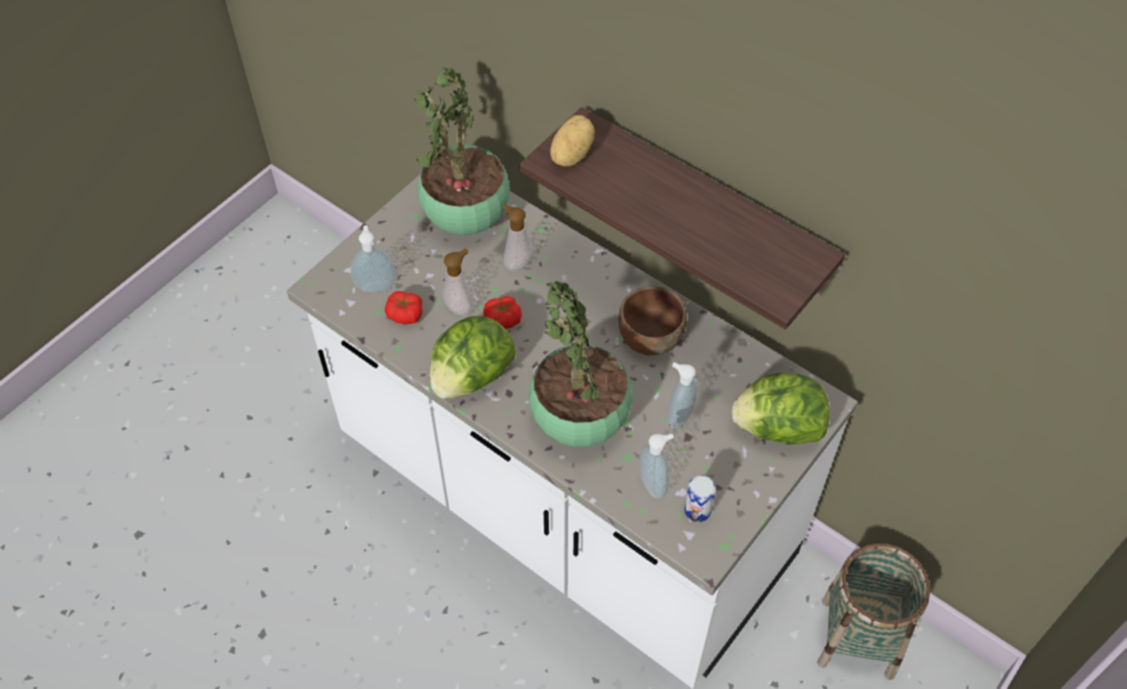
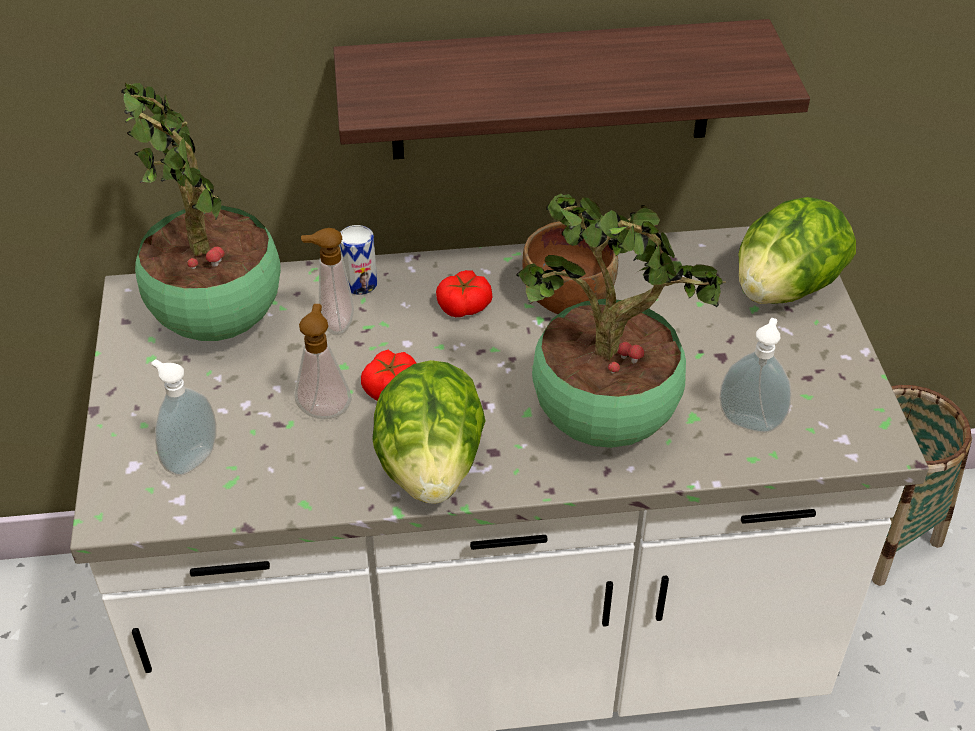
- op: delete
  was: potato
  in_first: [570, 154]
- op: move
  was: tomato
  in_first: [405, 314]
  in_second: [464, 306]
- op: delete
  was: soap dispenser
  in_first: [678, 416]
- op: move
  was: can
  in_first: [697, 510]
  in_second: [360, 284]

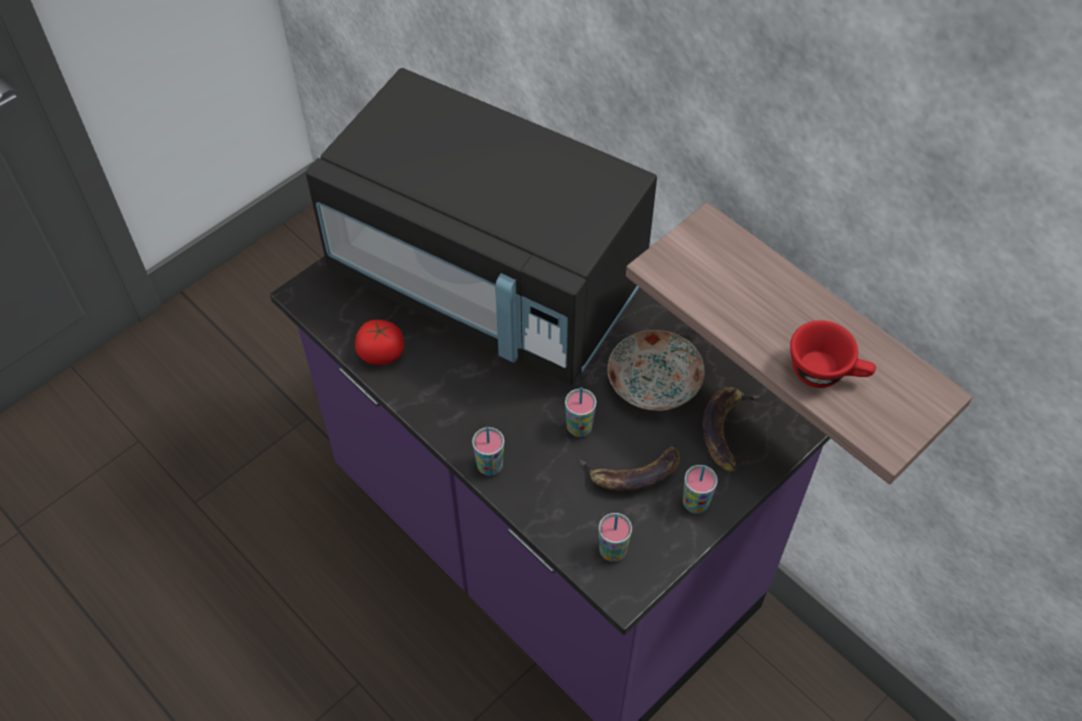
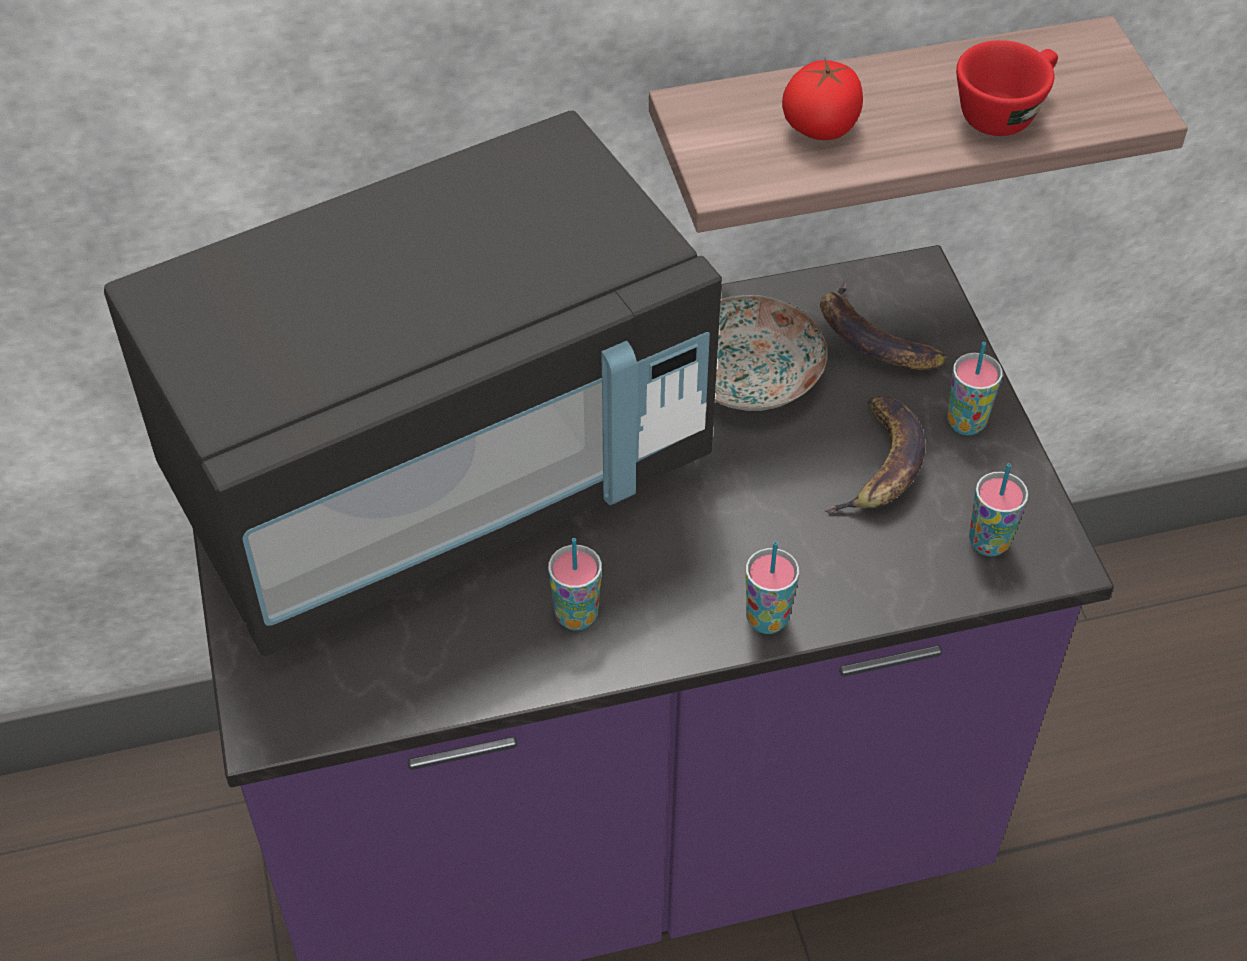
- op: move
  was: tomato
  in_first: [381, 353]
  in_second: [820, 126]
- op: move
  was: cup
  in_first: [579, 428]
  in_second: [576, 616]

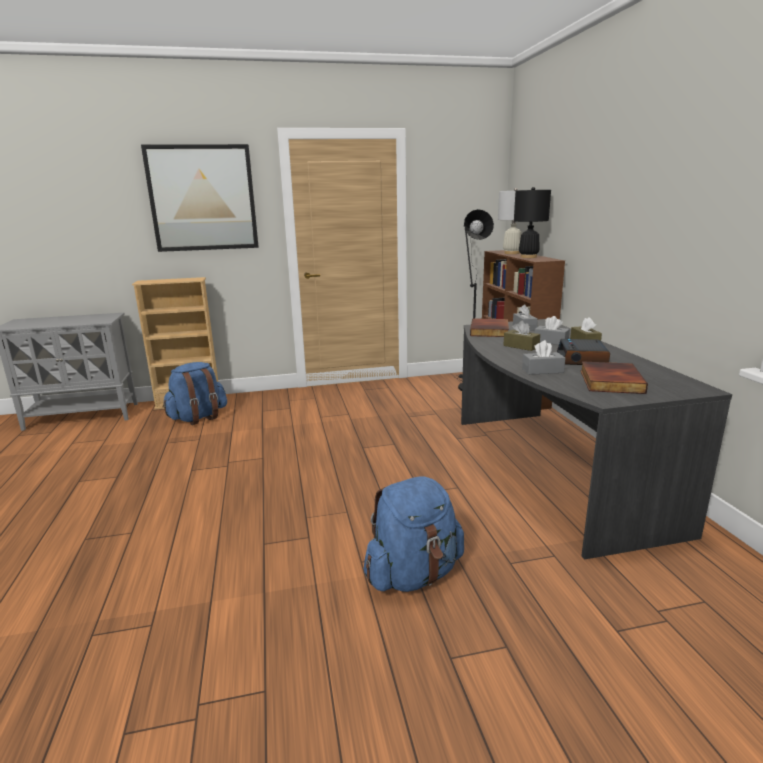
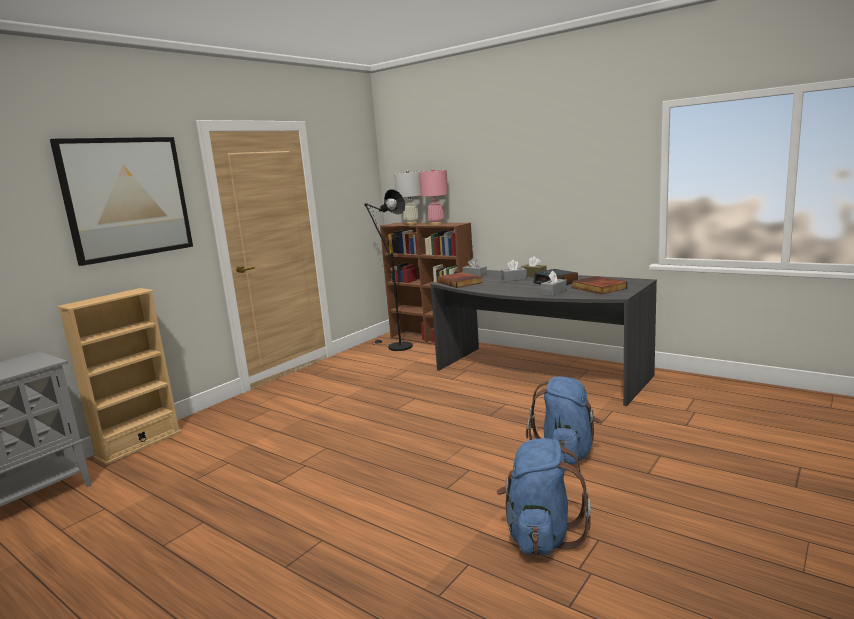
- op: recolor
  was: black table lamp
  now: pink table lamp
  in_first: [528, 257]
  in_second: [436, 224]
- op: delete
  was: brown tissue box
  in_first: [521, 346]
- op: move
  was: blue backpack
  in_first: [198, 417]
  in_second: [541, 535]

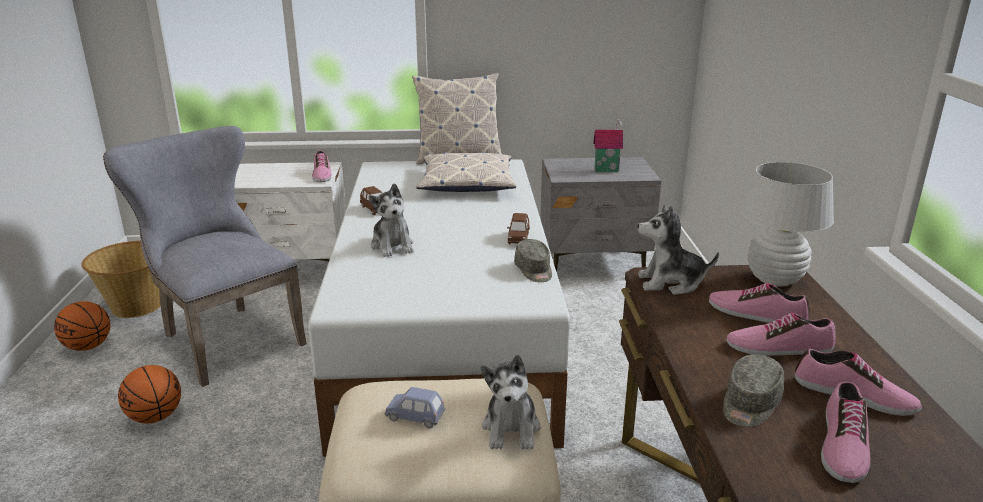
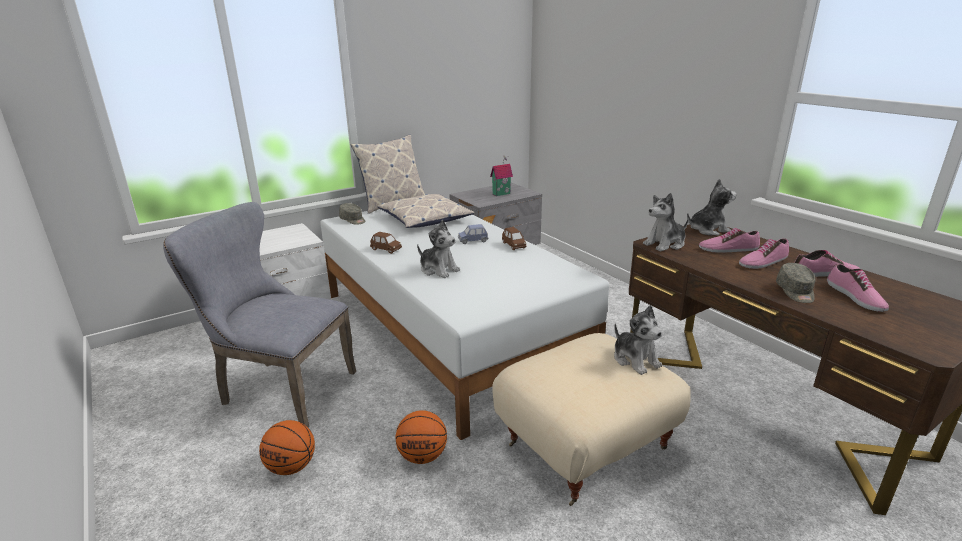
- op: delete
  was: shoe
  in_first: [321, 174]
- op: replace
  was: white table lamp
  now: plush toy
  in_first: [774, 279]
  in_second: [707, 230]
- op: move
  was: grey cap
  in_first: [534, 271]
  in_second: [353, 220]
- op: delete
  was: basket
  in_first: [137, 306]
- op: move
  was: basketball
  in_first: [88, 347]
  in_second: [422, 456]
- op: move
  was: blue toy car
  in_first: [415, 417]
  in_second: [473, 241]

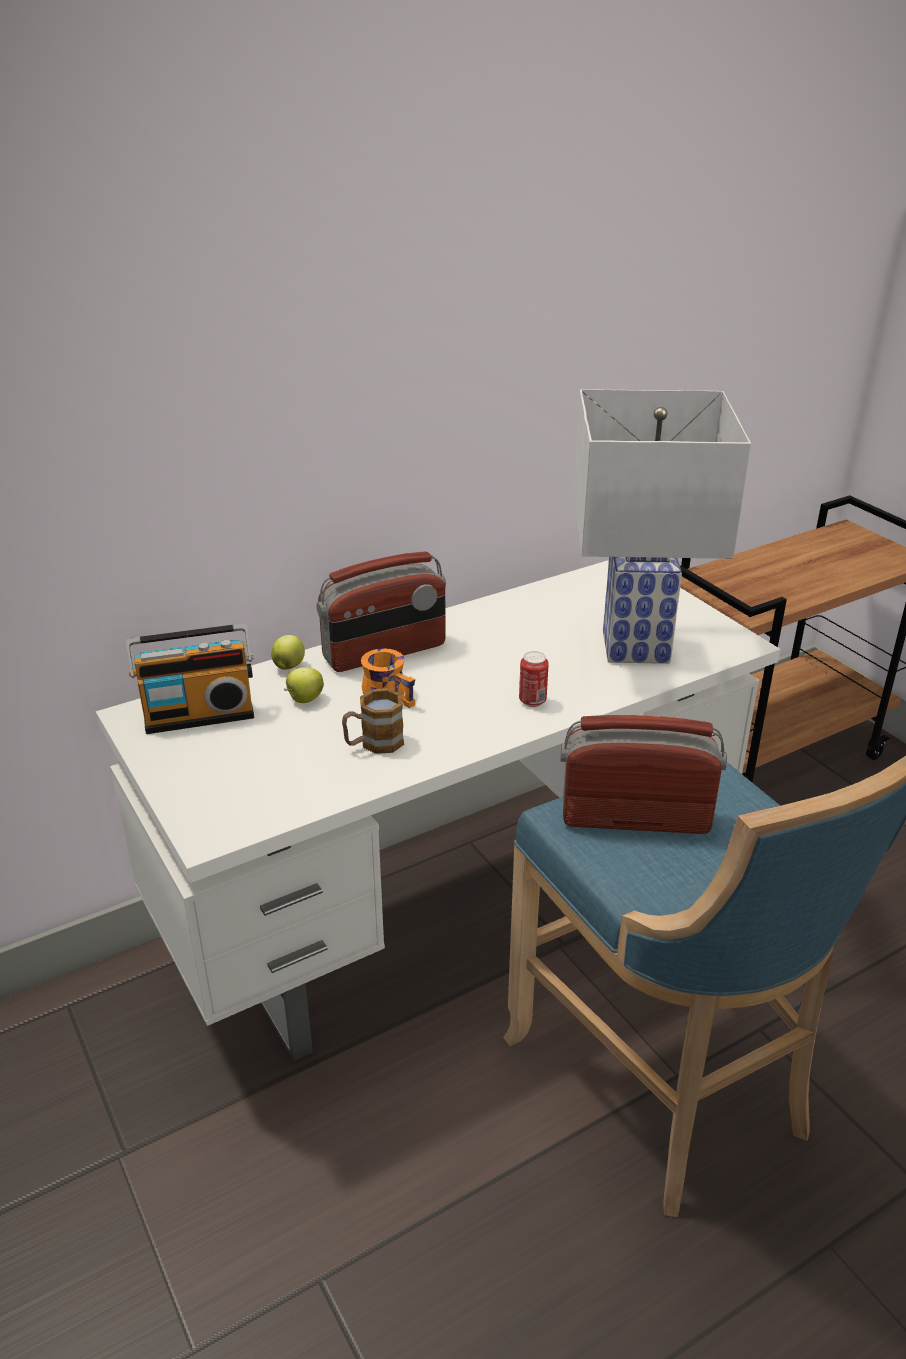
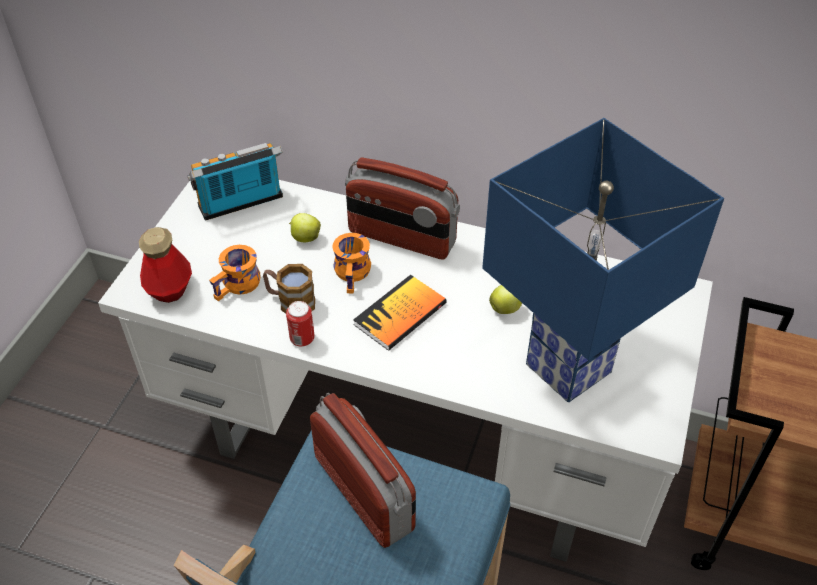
- op: recolor
  was: white table lamp
  now: blue table lamp
  in_first: [637, 648]
  in_second: [568, 370]
- op: rotate
  was: radio
  in_first: [199, 714]
  in_second: [242, 204]
  clockwise: 120
- op: move
  was: apple
  in_first: [289, 666]
  in_second: [505, 308]
- op: move
  was: can
  in_first: [532, 701]
  in_second: [302, 339]
- op: insert
  now: bottle
  in_second: [170, 289]
- op: insert
  now: orange mug
  in_second: [239, 286]
- op: insert
  now: book
  in_second: [400, 314]

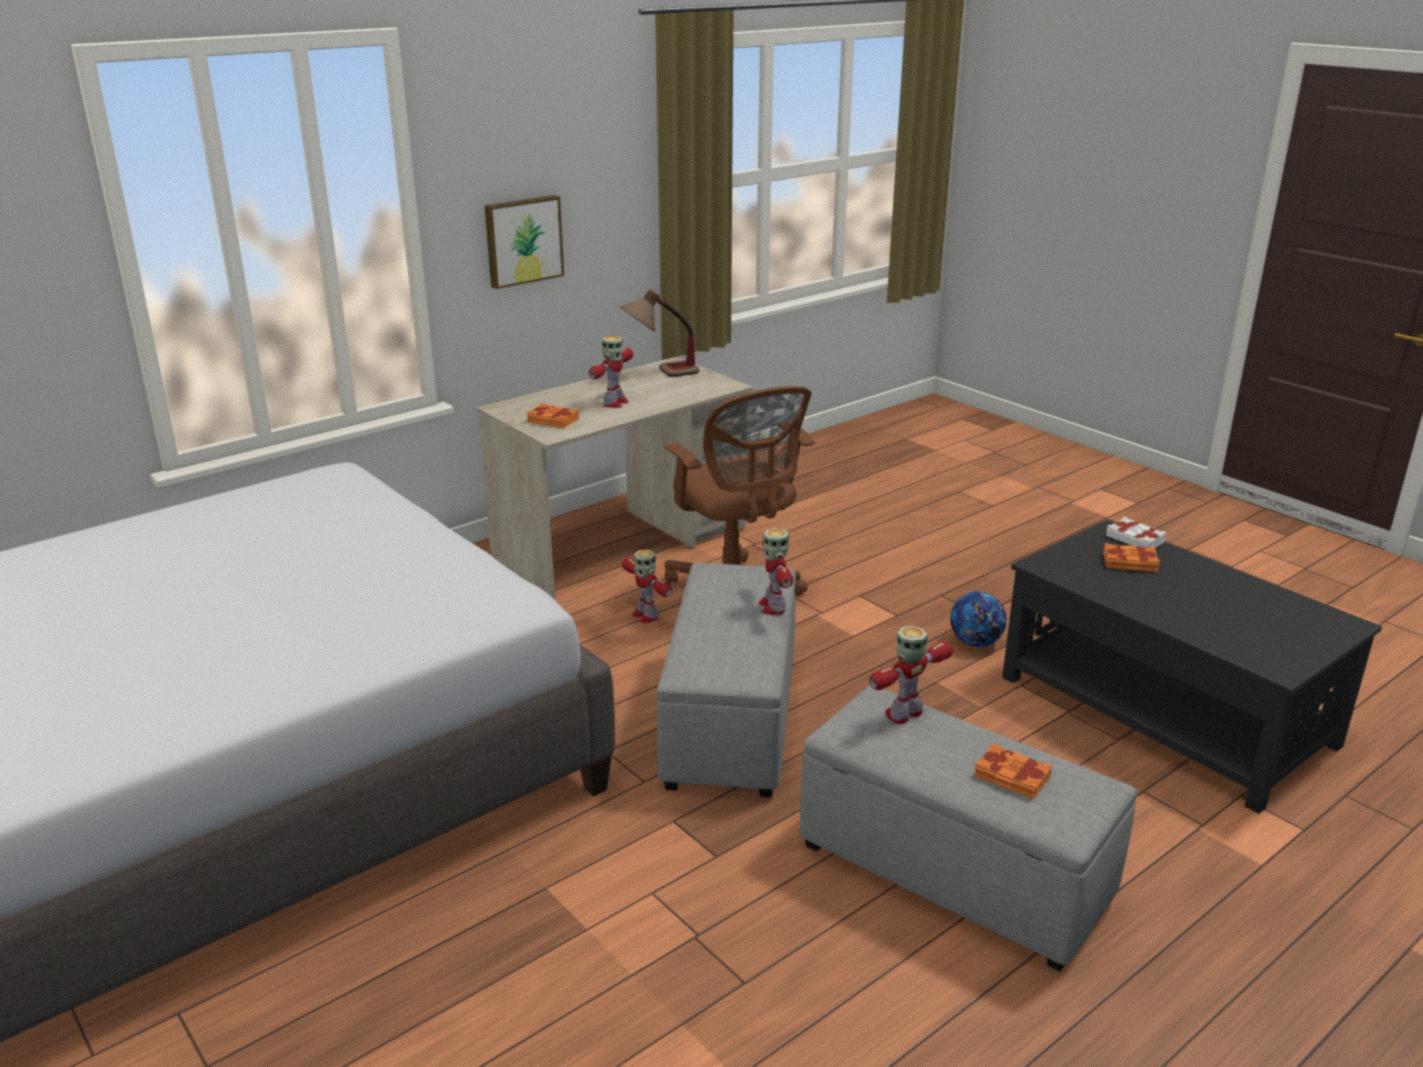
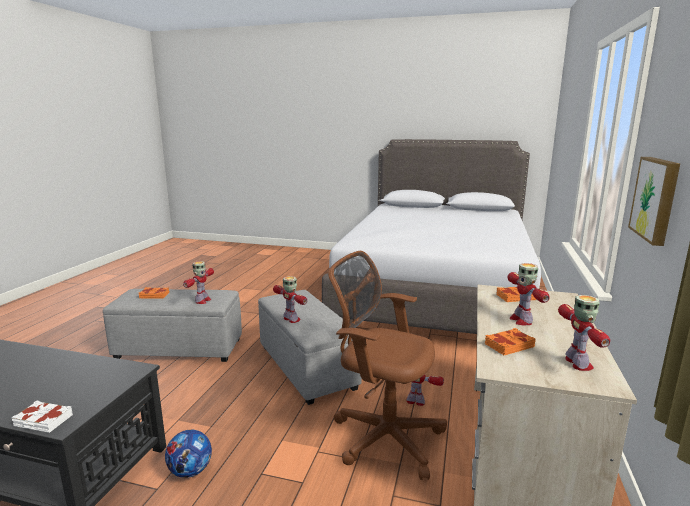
- op: replace
  was: table lamp
  now: toy robot
  in_first: [660, 373]
  in_second: [578, 364]
- op: move
  was: orange book
  in_first: [1130, 563]
  in_second: [508, 345]

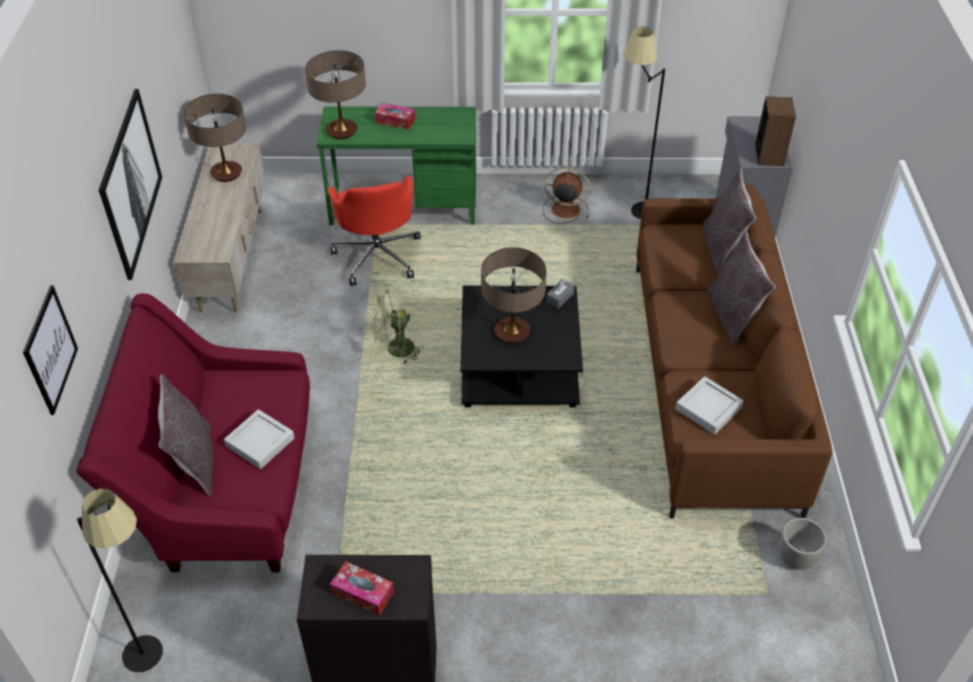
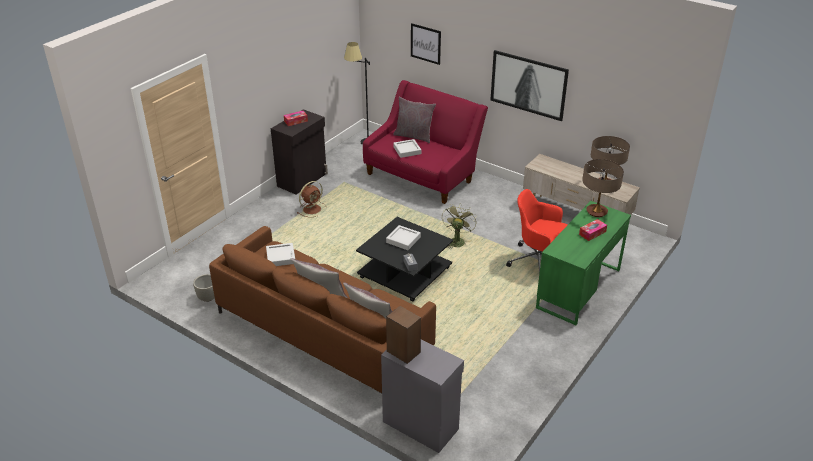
- op: delete
  was: black floor lamp
  in_first: [632, 207]
- op: move
  was: brown fan
  in_first: [564, 209]
  in_second: [312, 209]
- op: replace
  was: table lamp
  now: grey tray
  in_first: [512, 332]
  in_second: [403, 240]

